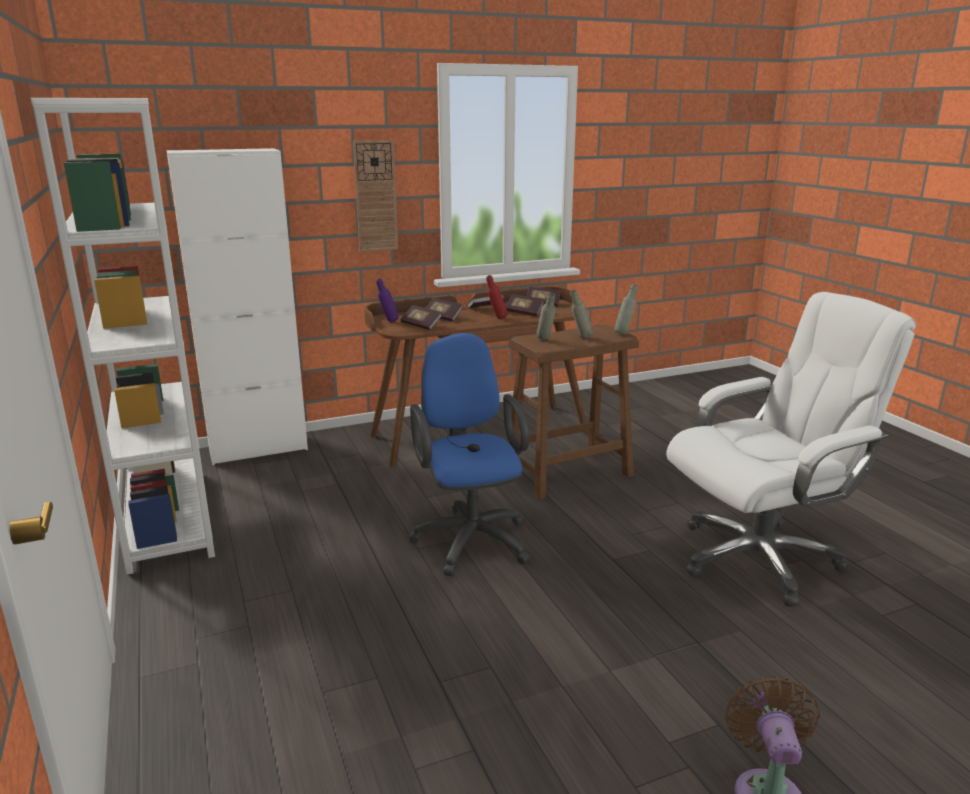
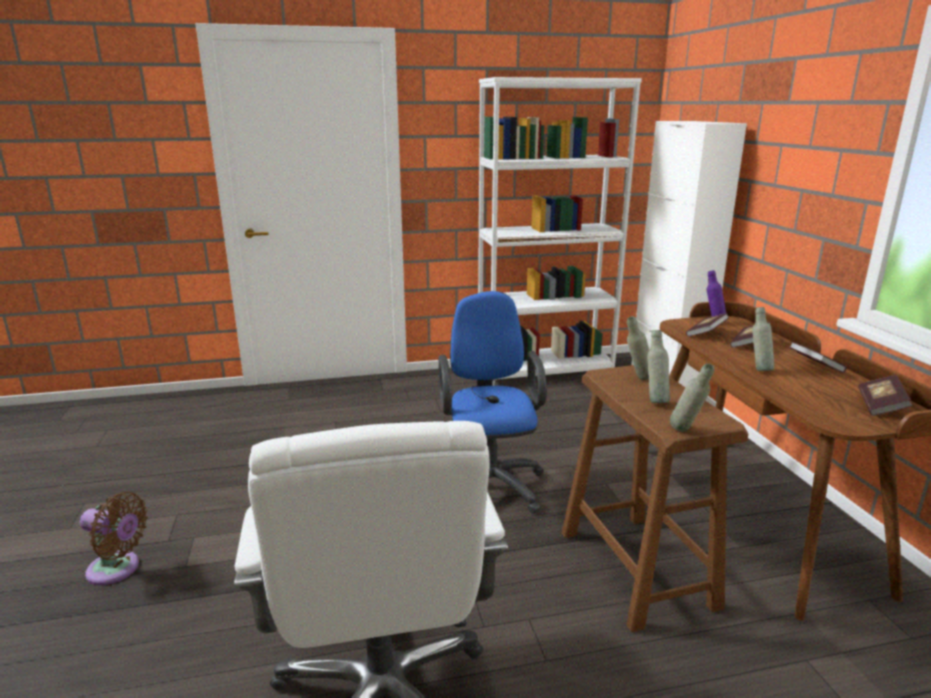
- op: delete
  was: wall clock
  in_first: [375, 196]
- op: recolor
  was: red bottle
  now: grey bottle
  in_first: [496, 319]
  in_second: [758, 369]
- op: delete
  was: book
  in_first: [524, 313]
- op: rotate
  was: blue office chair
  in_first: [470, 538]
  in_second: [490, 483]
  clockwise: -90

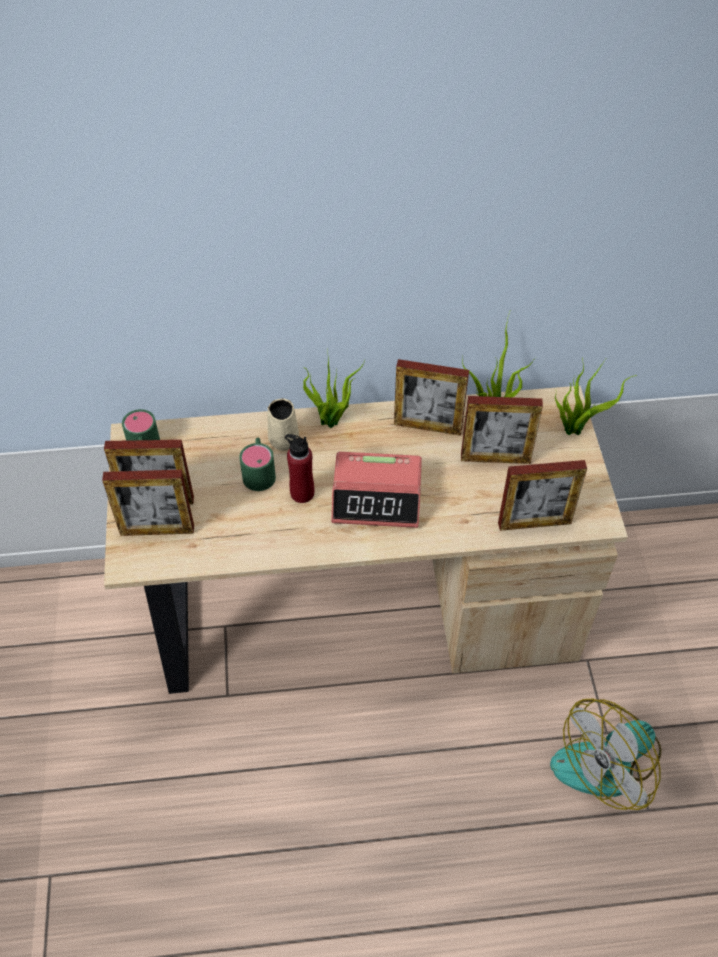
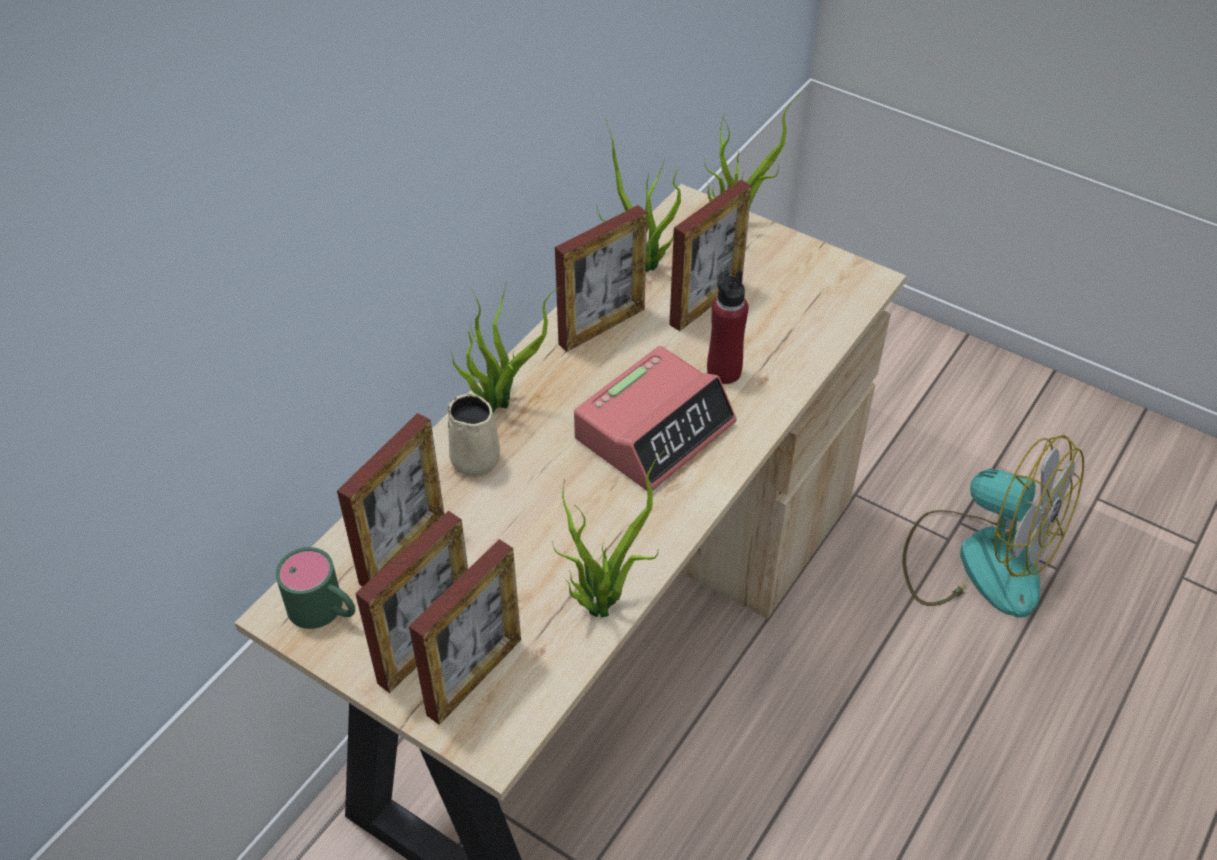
- op: move
  was: red bottle
  in_first: [302, 493]
  in_second: [723, 371]
- op: delete
  was: green mug
  in_first: [259, 471]
- op: move
  was: picture frame
  in_first: [534, 523]
  in_second: [402, 549]
- op: rotate
  was: fan
  in_first: [607, 759]
  in_second: [978, 560]
  clockwise: -60
- op: insert
  now: potted plant
  in_second: [600, 600]

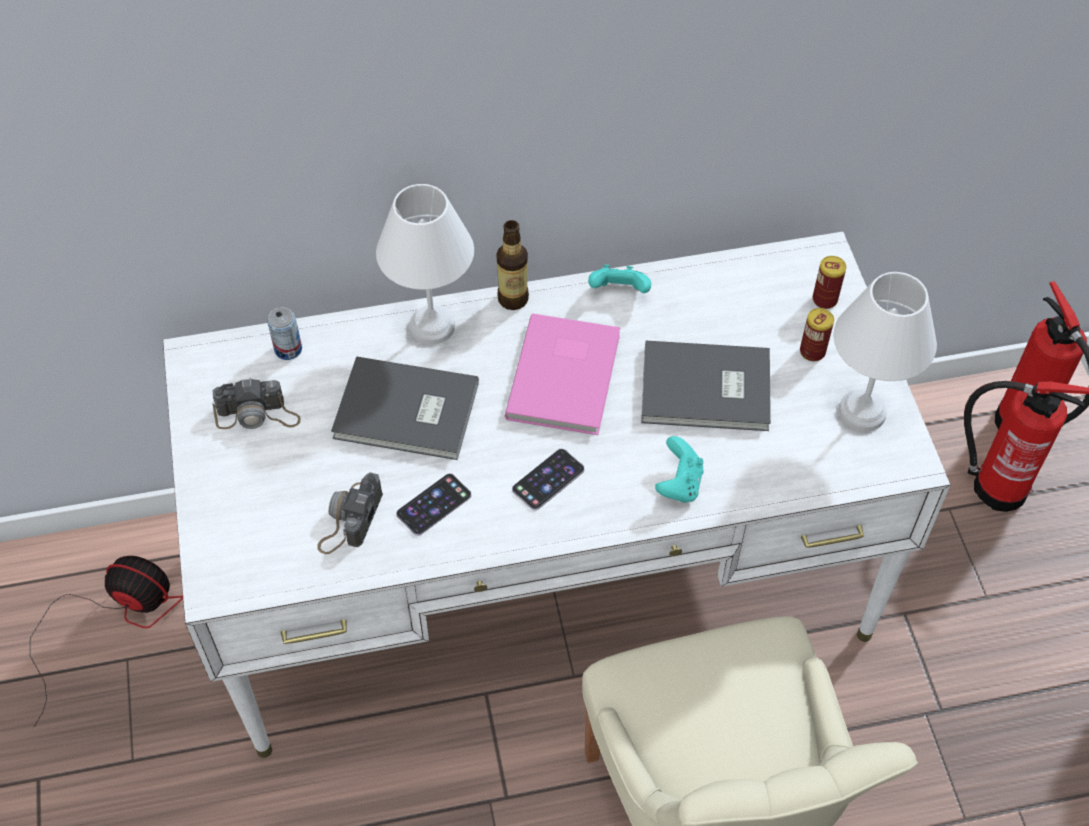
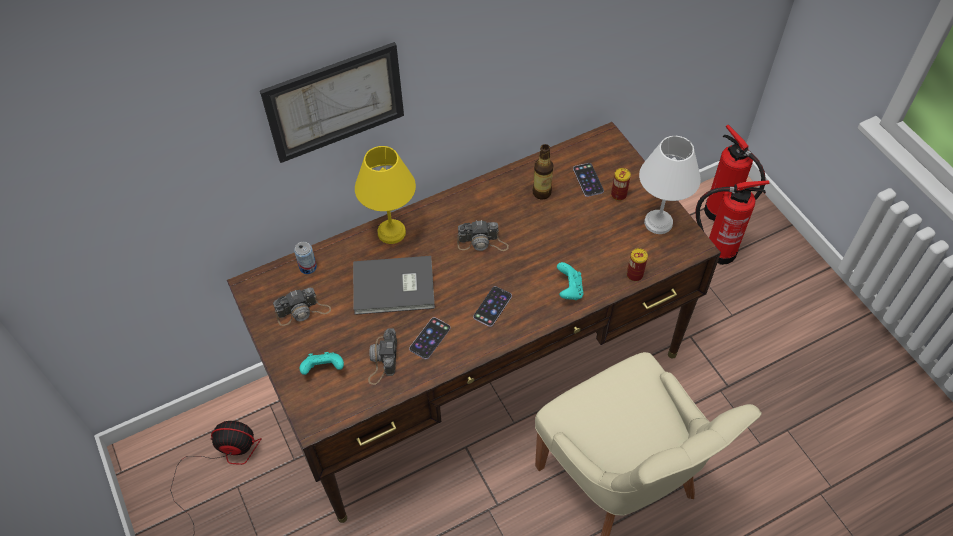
- op: recolor
  was: white table lamp
  now: yellow table lamp
  in_first: [430, 326]
  in_second: [390, 232]
- op: move
  was: bottle
  in_first: [513, 299]
  in_second: [542, 192]
- op: recolor
  was: white desk
  now: brown desk
  in_first: [544, 578]
  in_second: [478, 369]
- op: move
  was: can
  in_first: [824, 299]
  in_second: [634, 275]
- op: move
  was: turquoise game controller
  in_first: [619, 292]
  in_second: [324, 369]
- op: replace
  was: pink book
  now: photo camera
  in_first: [567, 375]
  in_second: [482, 242]
- op: delete
  was: grey book
  in_first: [707, 391]
- op: insert
  now: picture
  in_second: [335, 102]
- op: insert
  now: phone
  in_second: [588, 180]

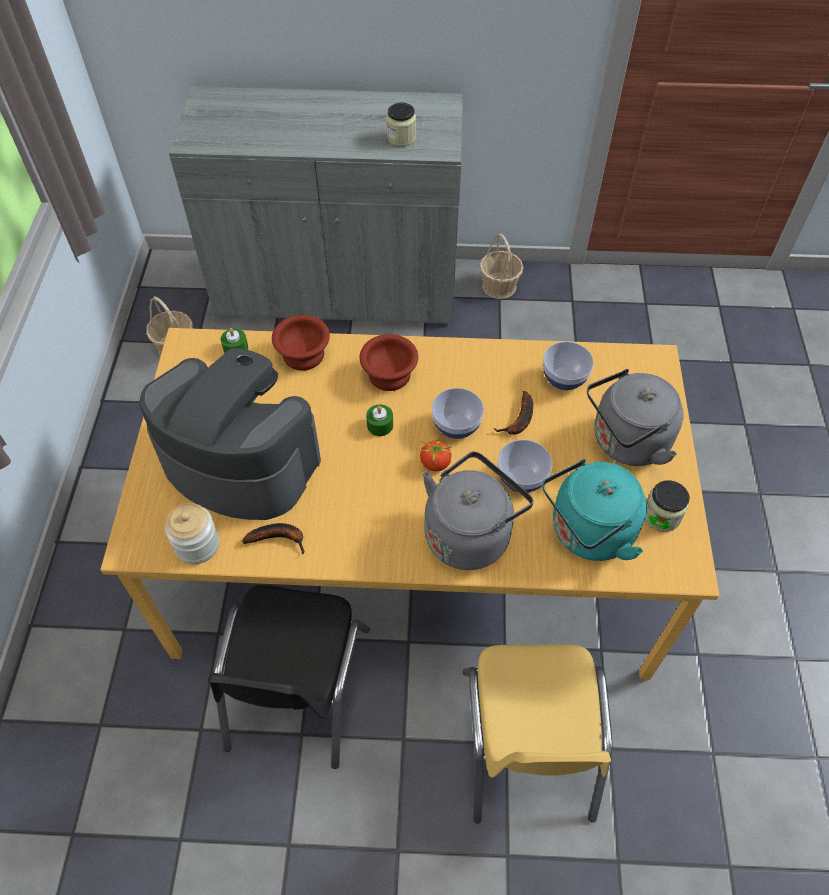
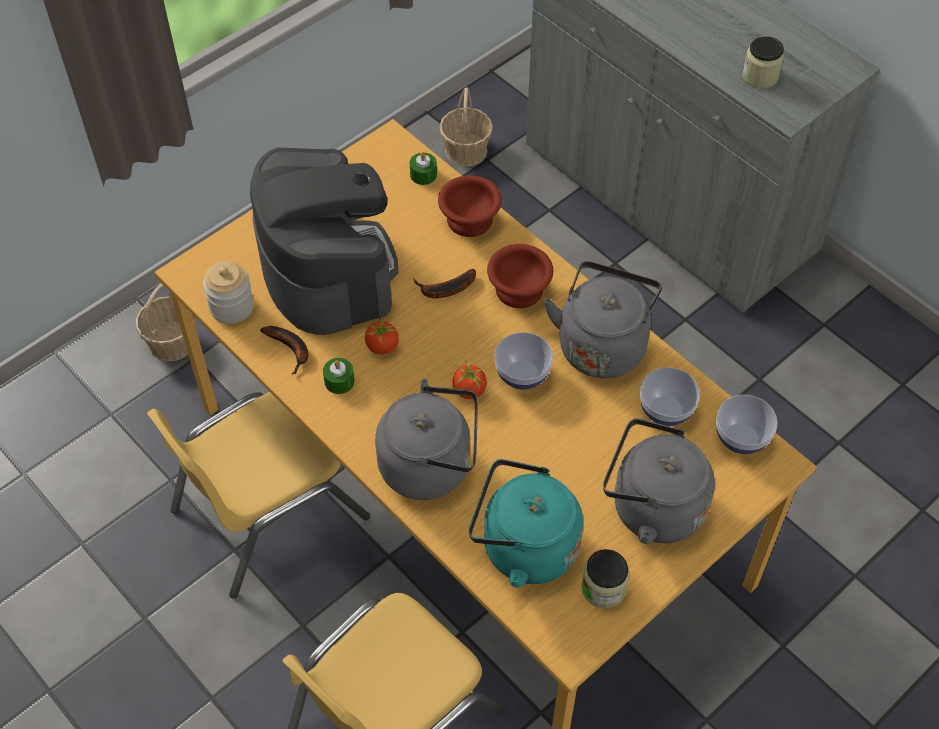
- op: move
  was: basket
  in_first: [499, 286]
  in_second: [172, 342]
- op: move
  was: banana
  in_first: [519, 420]
  in_second: [444, 290]
- op: move
  was: green candle
  in_first: [380, 425]
  in_second: [339, 381]
- op: move
  was: bowl
  in_first: [521, 479]
  in_second: [741, 438]
- op: recolor
  was: black chair
  now: yellow chair
  in_first: [296, 687]
  in_second: [267, 512]
- op: insert
  now: grey kettle
  in_second: [602, 344]
- op: insert
  now: tomato
  in_second: [382, 347]

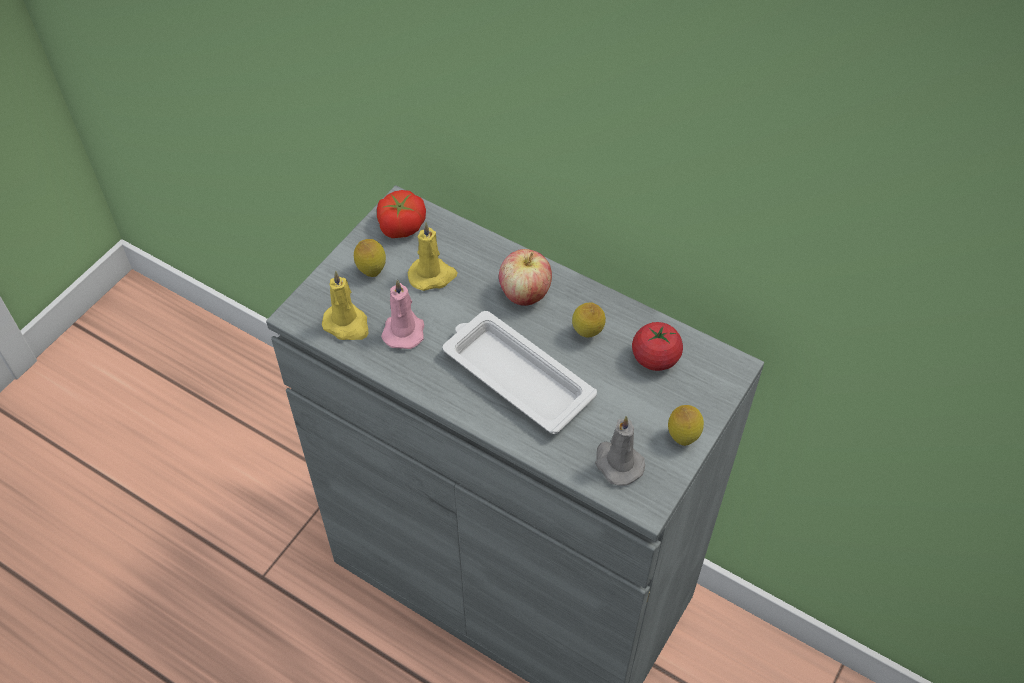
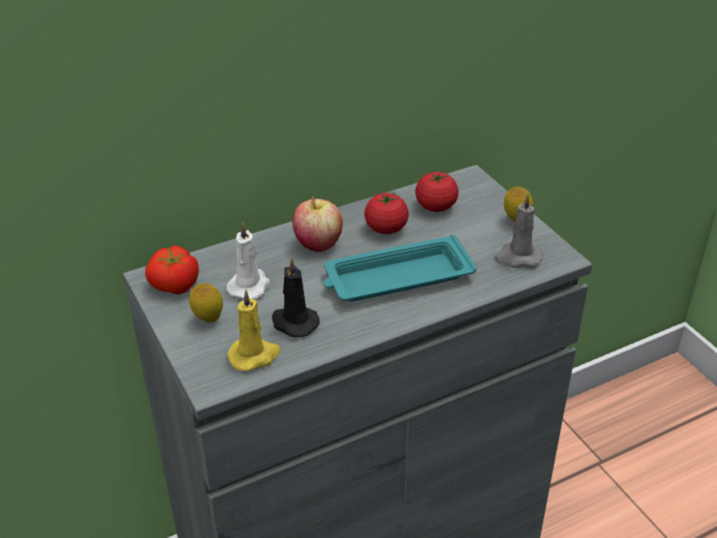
- op: recolor
  was: yellow candle
  now: white candle
  in_first: [432, 275]
  in_second: [250, 286]
- op: recolor
  was: pink candle
  now: black candle
  in_first: [404, 330]
  in_second: [293, 323]
- op: replace
  was: lemon
  now: tomato
  in_first: [587, 334]
  in_second: [386, 228]
- op: recolor
  was: white tray
  now: turquoise tray
  in_first: [515, 376]
  in_second: [396, 278]

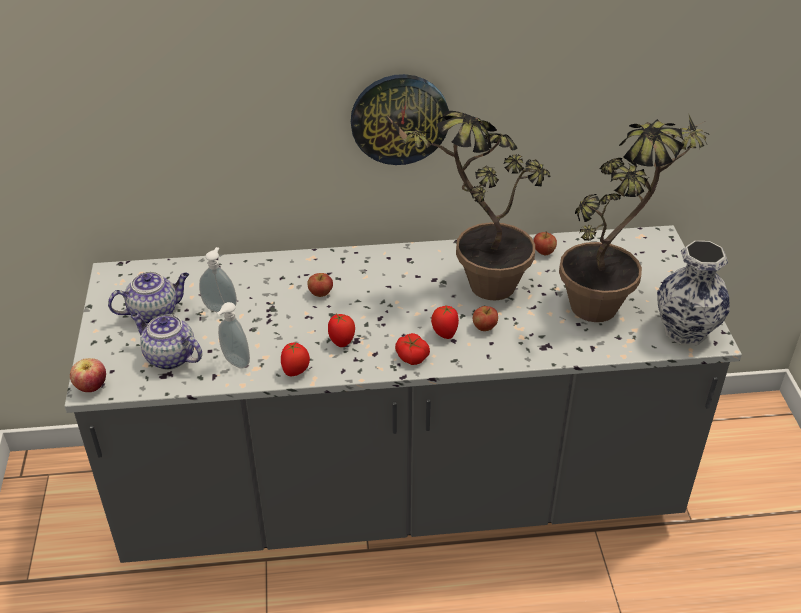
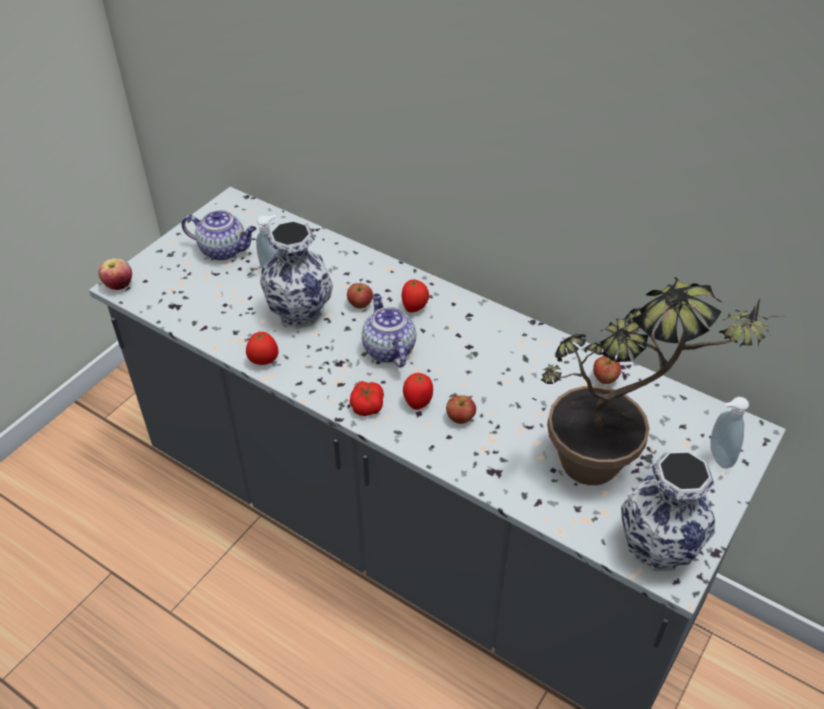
- op: delete
  was: wall clock
  in_first: [399, 119]
- op: delete
  was: potted plant
  in_first: [474, 285]
- op: move
  was: soap dispenser
  in_first: [234, 362]
  in_second: [717, 457]
- op: move
  was: teapot
  in_first: [169, 357]
  in_second: [388, 349]
- op: move
  was: tomato
  in_first: [342, 342]
  in_second: [415, 308]
- op: insert
  now: vase
  in_second: [299, 314]

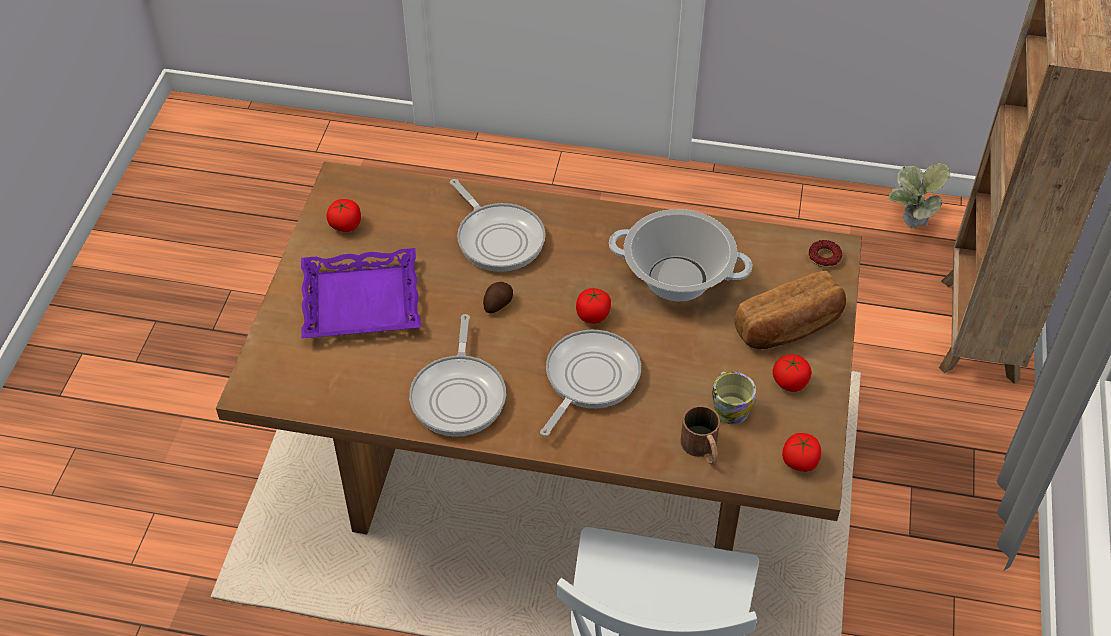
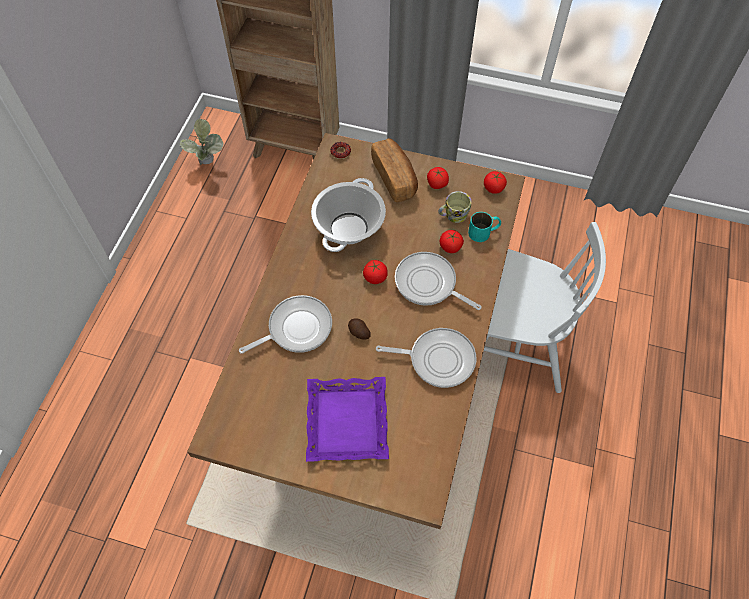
- op: move
  was: tomato
  in_first: [345, 225]
  in_second: [450, 247]
- op: recolor
  was: brown mug
  now: turquoise mug
  in_first: [702, 449]
  in_second: [484, 232]

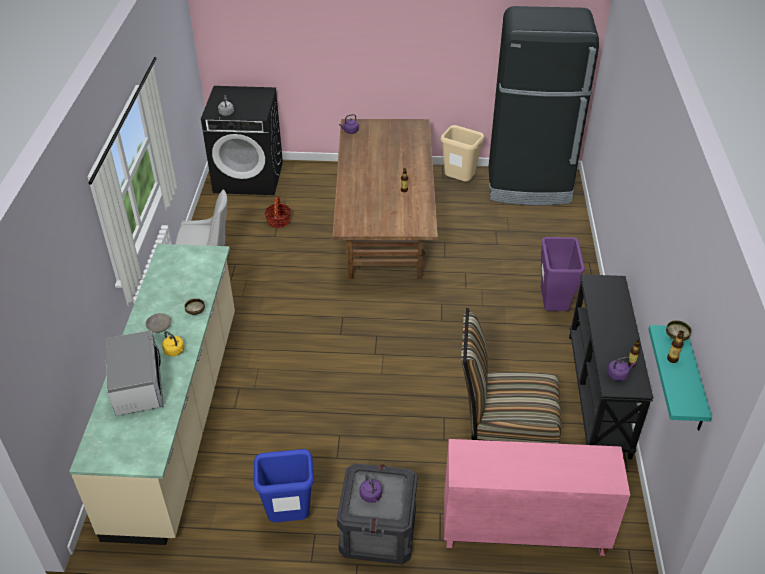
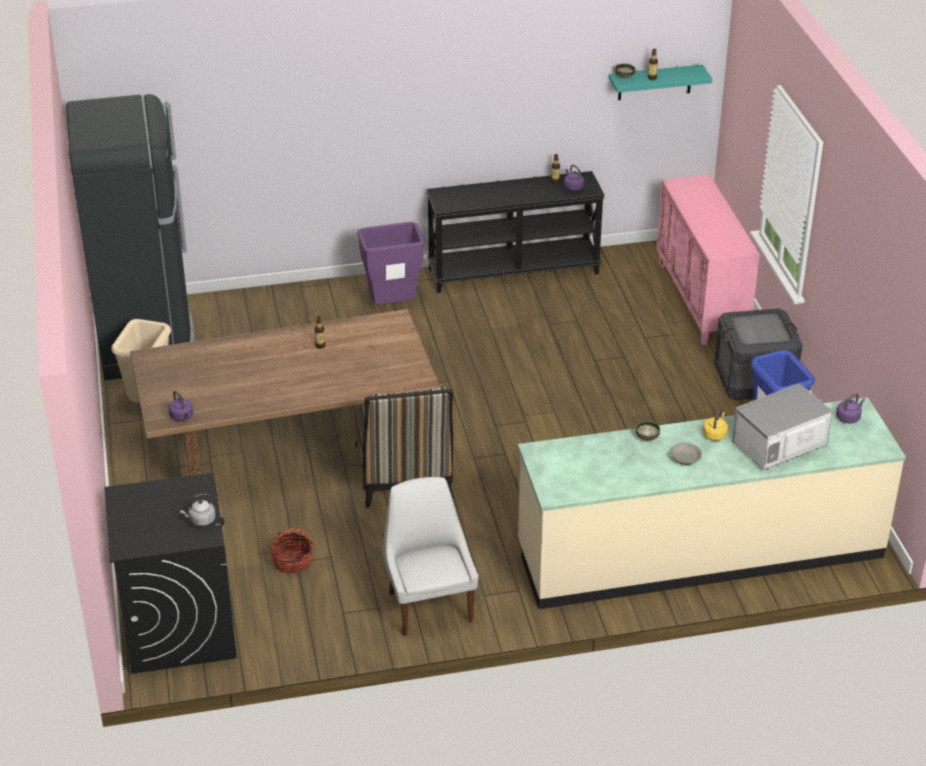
- op: move
  was: chair
  in_first: [505, 425]
  in_second: [404, 477]
- op: move
  was: purple kettle
  in_first: [371, 496]
  in_second: [849, 417]

